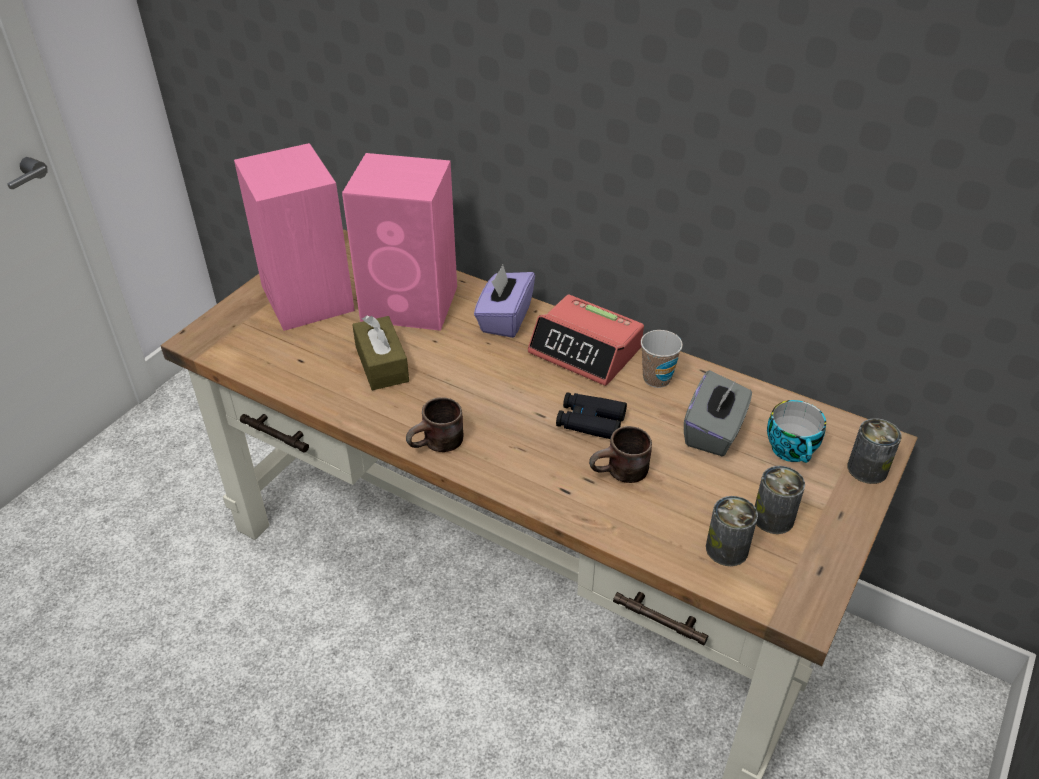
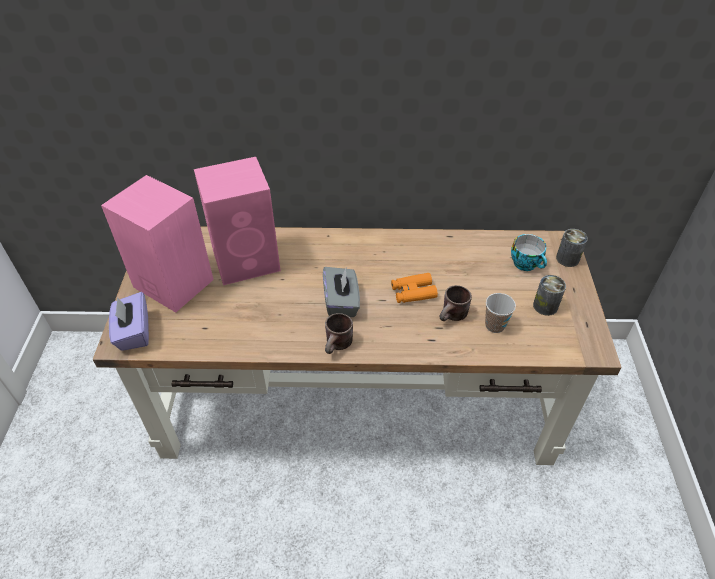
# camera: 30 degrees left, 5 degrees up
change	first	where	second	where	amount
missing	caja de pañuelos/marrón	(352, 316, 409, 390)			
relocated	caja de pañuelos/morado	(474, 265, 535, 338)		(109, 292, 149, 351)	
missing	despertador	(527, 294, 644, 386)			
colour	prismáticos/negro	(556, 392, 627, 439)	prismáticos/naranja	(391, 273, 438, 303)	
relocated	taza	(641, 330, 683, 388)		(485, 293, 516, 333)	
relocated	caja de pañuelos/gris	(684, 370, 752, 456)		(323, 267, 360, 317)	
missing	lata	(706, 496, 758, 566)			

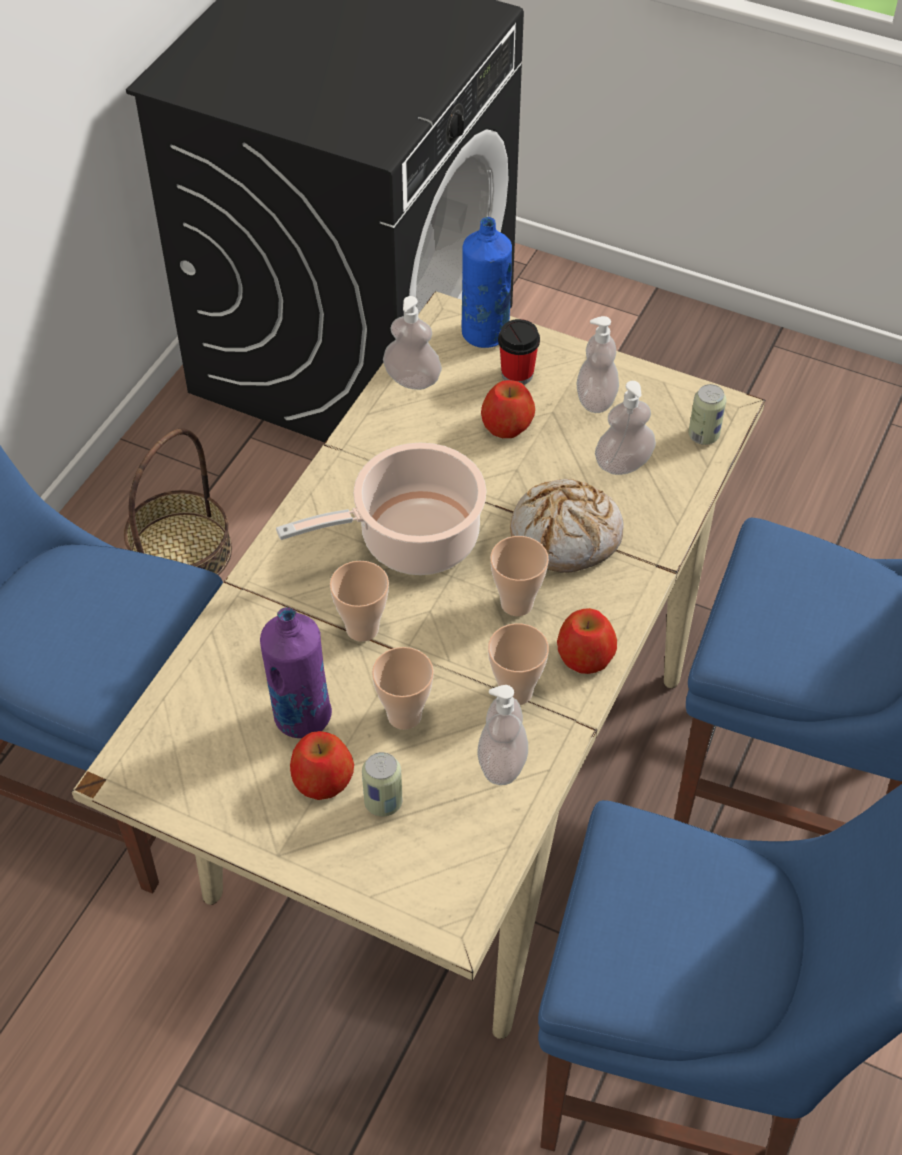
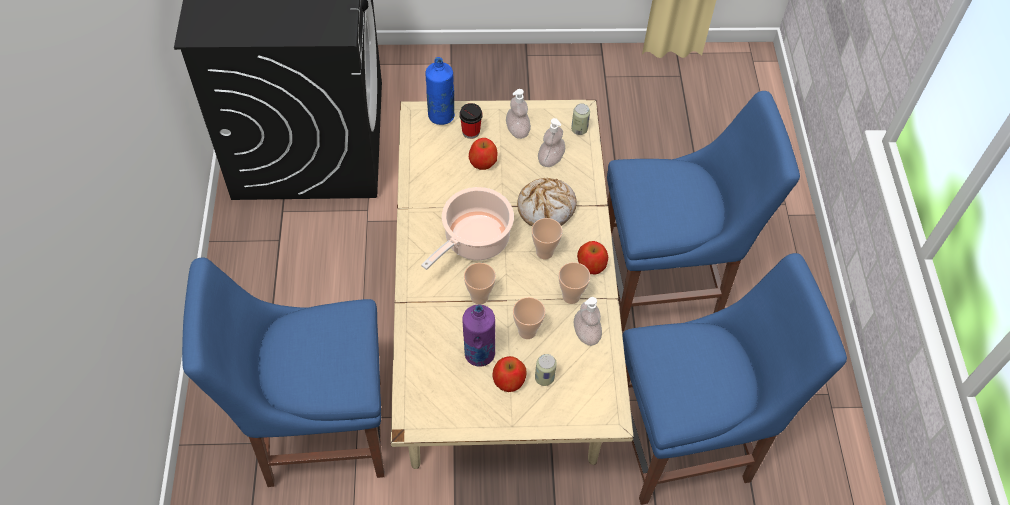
# camera: 30 degrees left, 5 degrees up
change	first	where	second	where	amount
missing	cesta	(124, 428, 232, 575)			
missing	dispensador de jabón	(383, 296, 442, 390)			

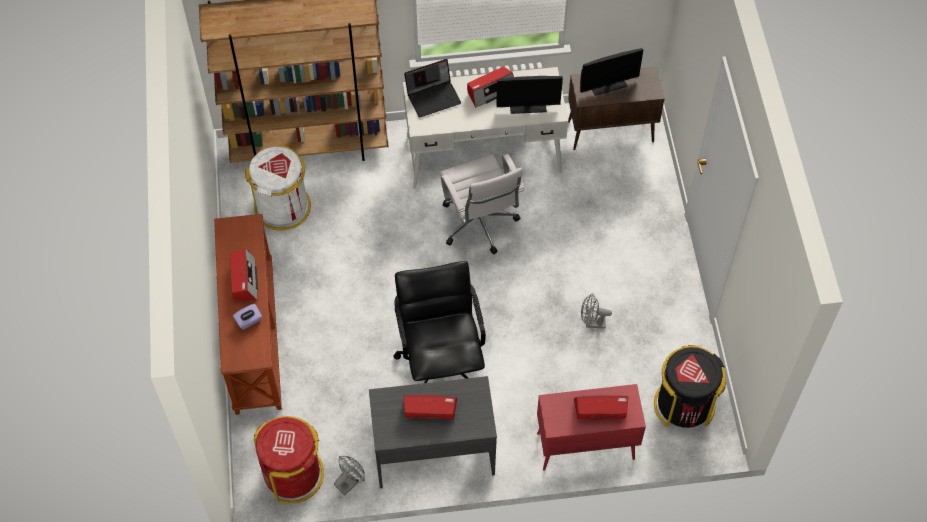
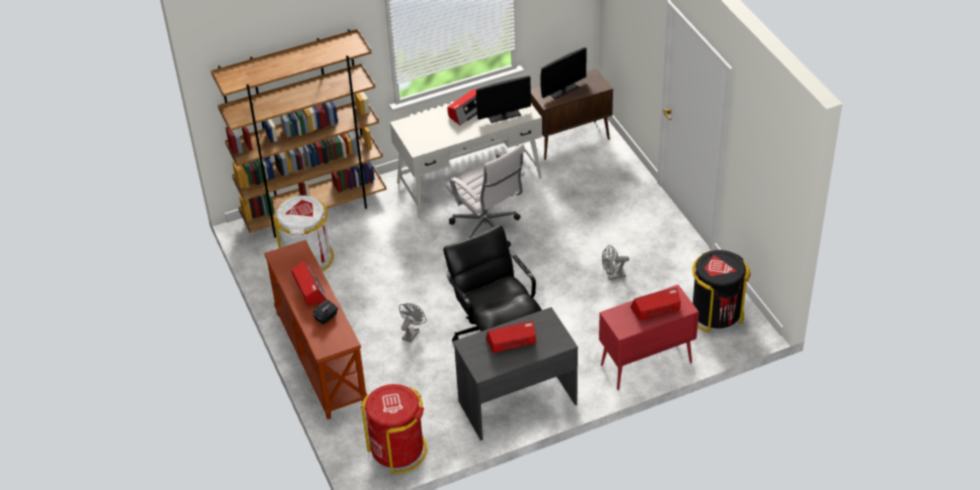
# camera: 15 degrees left, 15 degrees down
change	first	where	second	where	amount
colour	caja de pañuelos/morado	(233, 304, 262, 330)	caja de pañuelos/negro	(312, 300, 338, 325)	
relocated	ventilador/gris	(334, 456, 365, 495)		(399, 303, 426, 343)	
missing	portátil	(404, 59, 461, 118)			

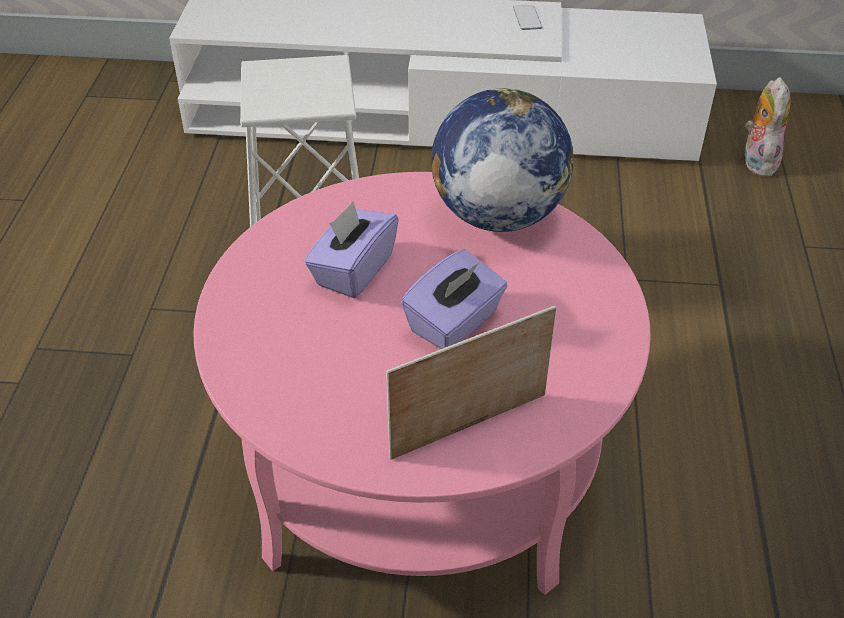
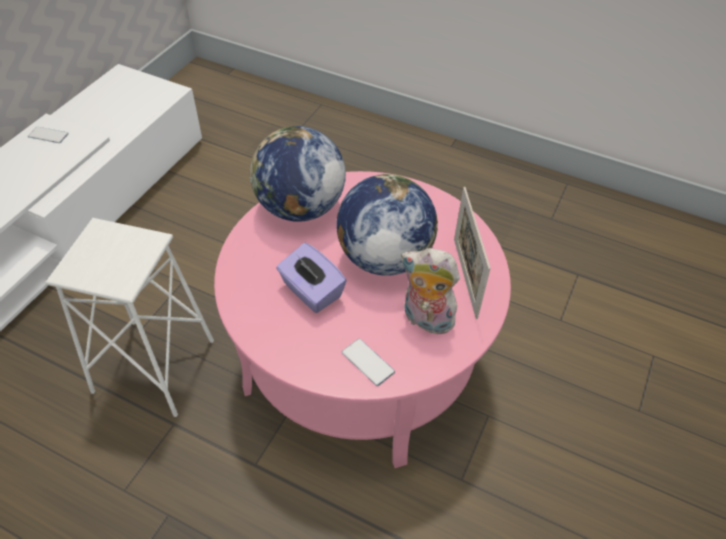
# camera: 70 degrees left, 5 degrees up
change	first	where	second	where	amount
exchanged	caja de pañuelos/morado	(401, 249, 507, 349)	globo terráqueo	(336, 174, 438, 276)	
relocated	peluche	(745, 77, 791, 177)		(401, 248, 460, 334)	
appeared			móvil	(342, 339, 395, 386)	

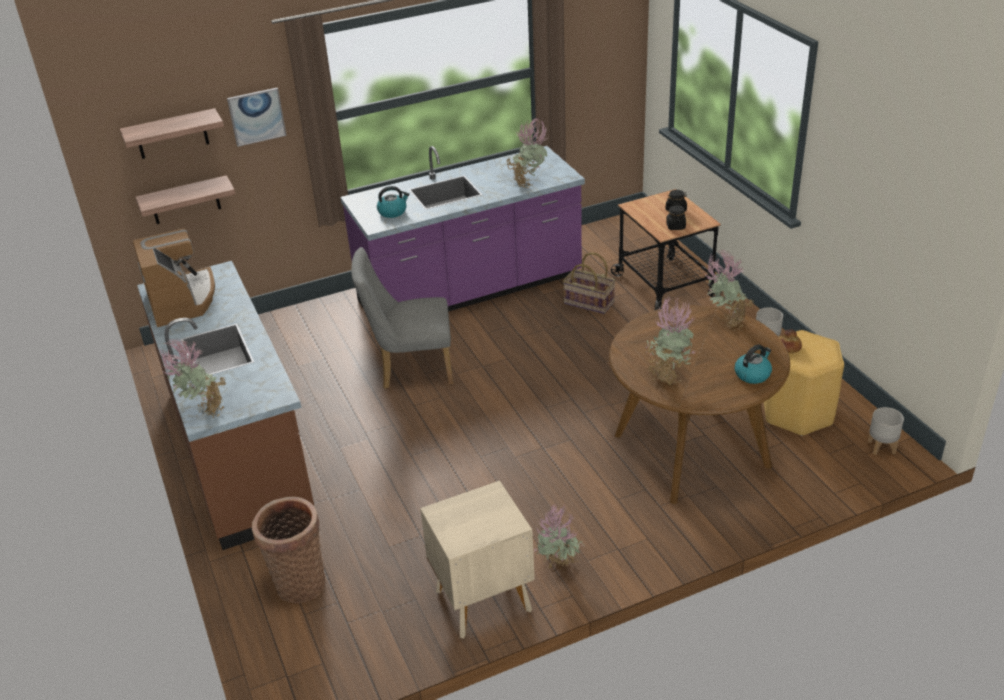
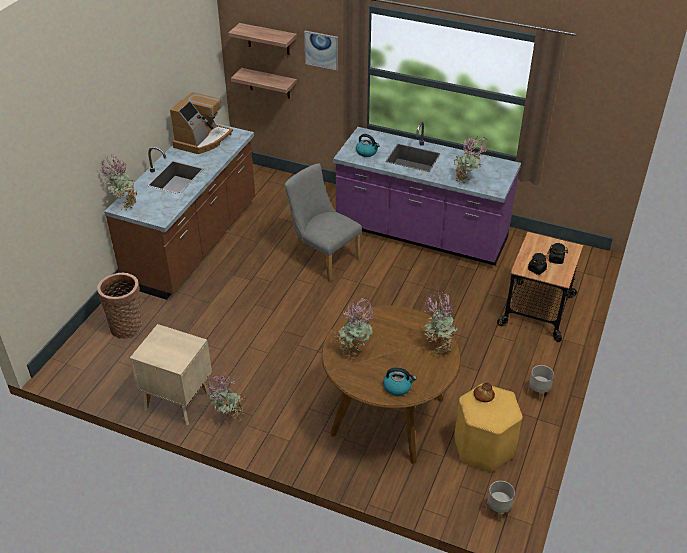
# camera: 45 degrees right, 5 degrees up
change	first	where	second	where	amount
missing	cesta	(563, 252, 616, 314)			

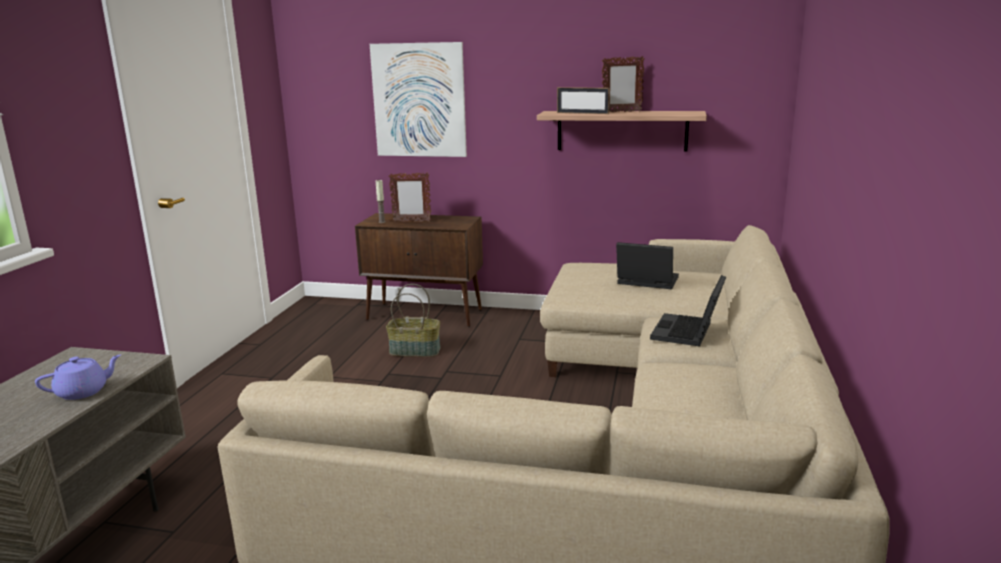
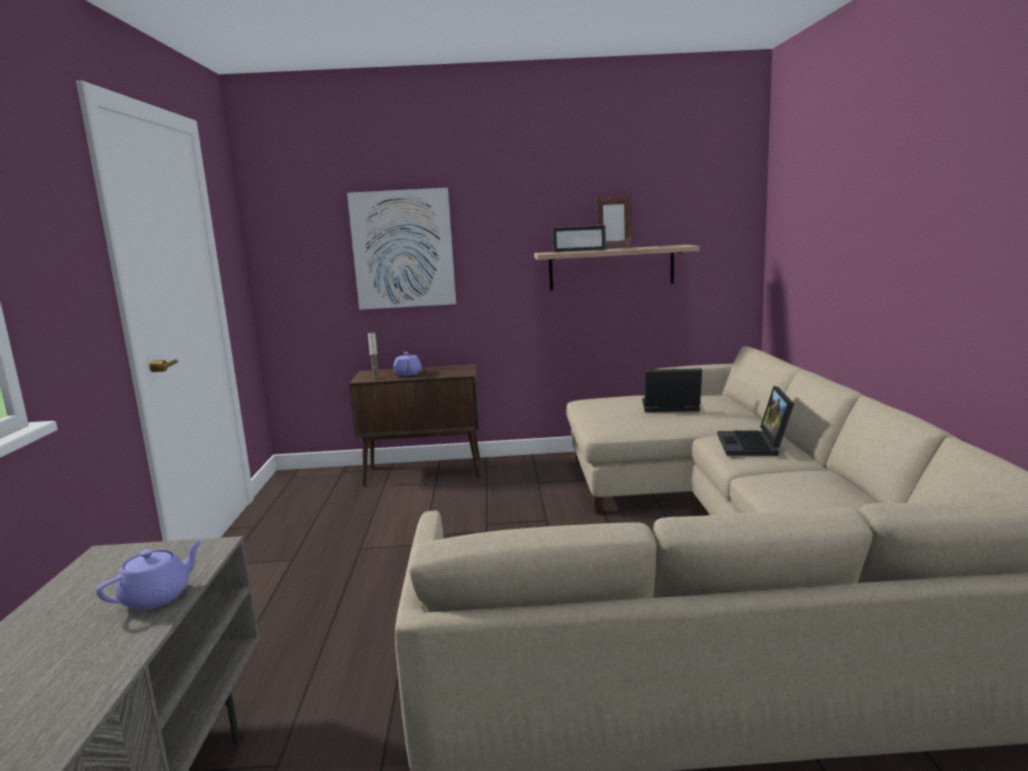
# camera: 15 degrees left, 5 degrees down
change	first	where	second	where	amount
missing	cesta	(386, 284, 441, 357)			
exchanged	portarretratos	(389, 173, 432, 222)	tetera/morado	(393, 352, 422, 376)	

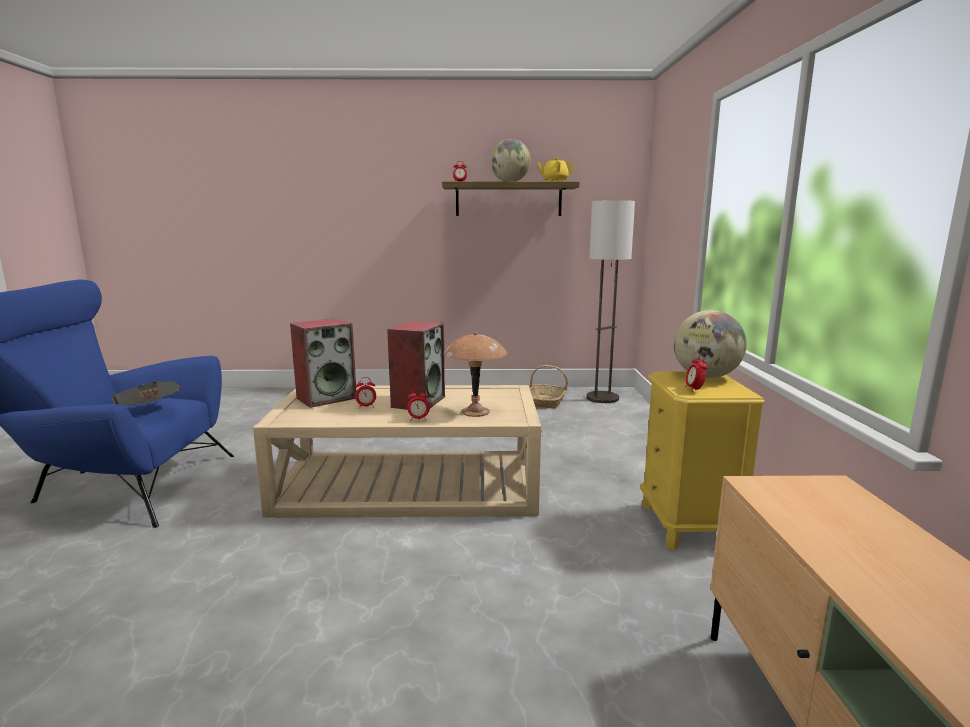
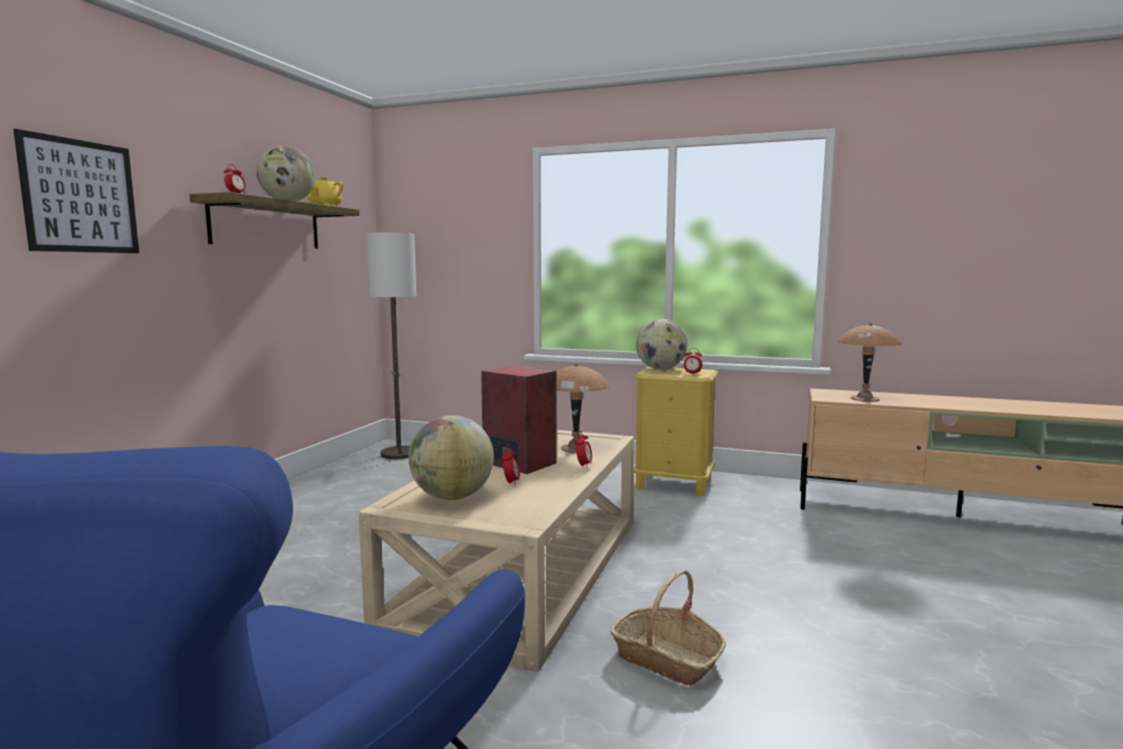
# camera: 70 degrees left, 5 degrees down
change	first	where	second	where	amount
missing	periódico	(110, 381, 181, 406)			
exchanged	altavoz	(290, 318, 356, 408)	globo terráqueo	(409, 415, 494, 500)	
relocated	cesta	(530, 365, 568, 409)		(610, 569, 726, 686)	
appeared			cuadro	(13, 129, 139, 253)	
appeared			lámpara de mesa/marrón	(837, 322, 902, 402)	

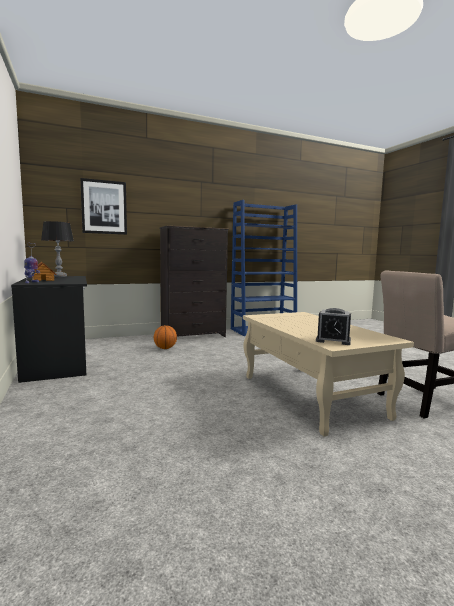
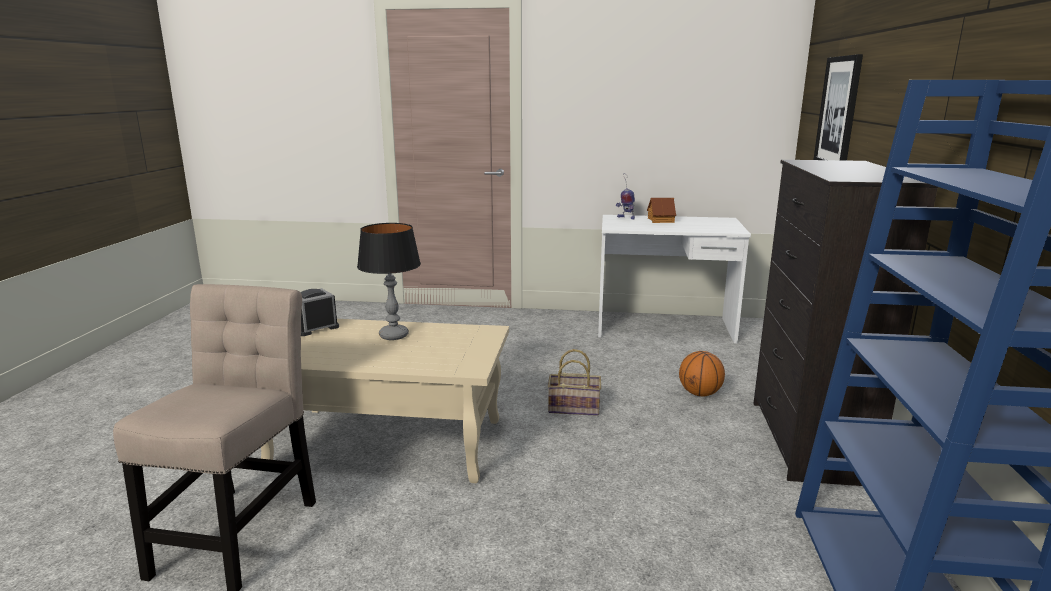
# camera: 120 degrees right, 10 degrees up
change	first	where	second	where	amount
colour	escritorio/negro	(11, 276, 87, 383)	escritorio/blanco	(598, 215, 751, 343)	
relocated	lámpara de mesa	(41, 221, 74, 277)		(357, 223, 421, 340)	
appeared			cesta	(548, 349, 601, 416)	

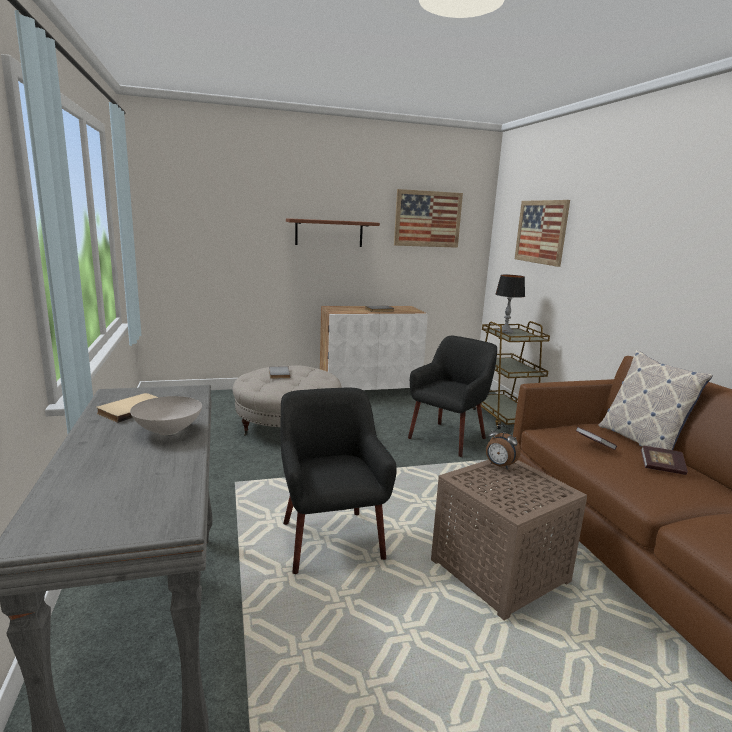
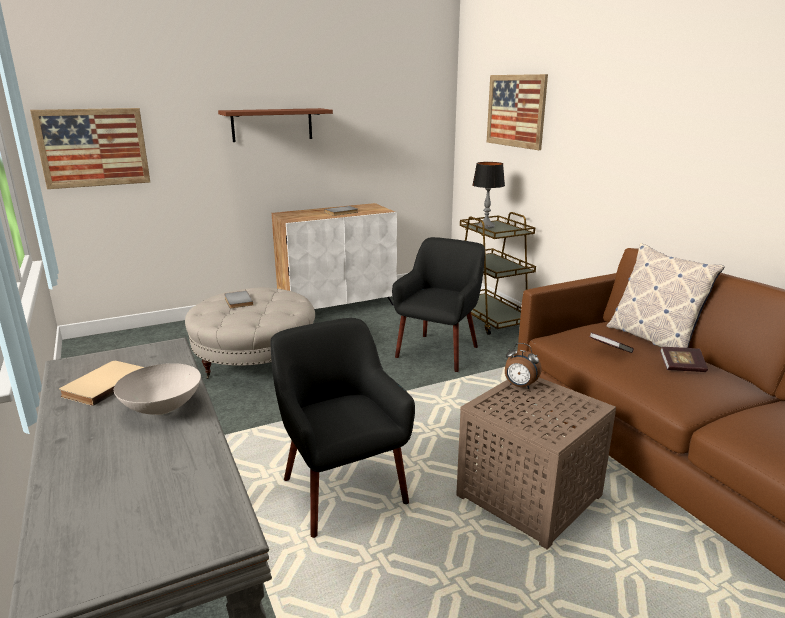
# camera: 10 degrees left, 5 degrees up
change	first	where	second	where	amount
relocated	cuadro	(394, 189, 463, 248)		(30, 108, 151, 189)	

